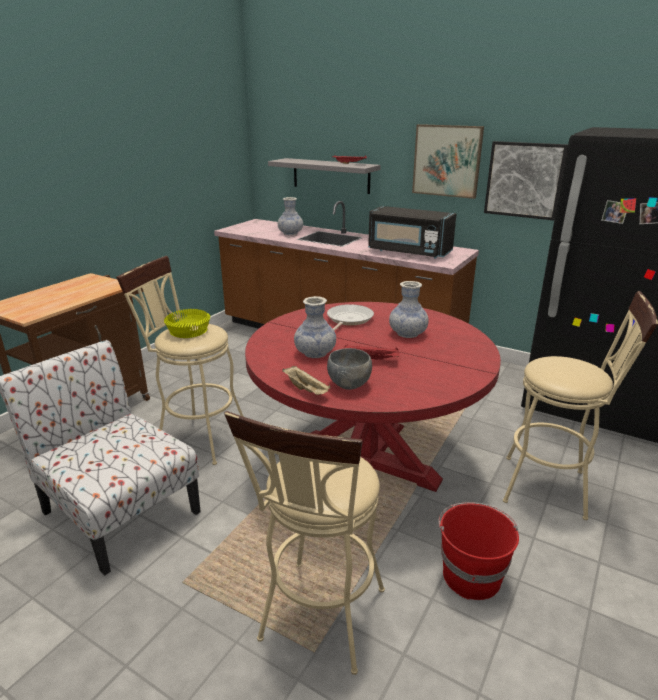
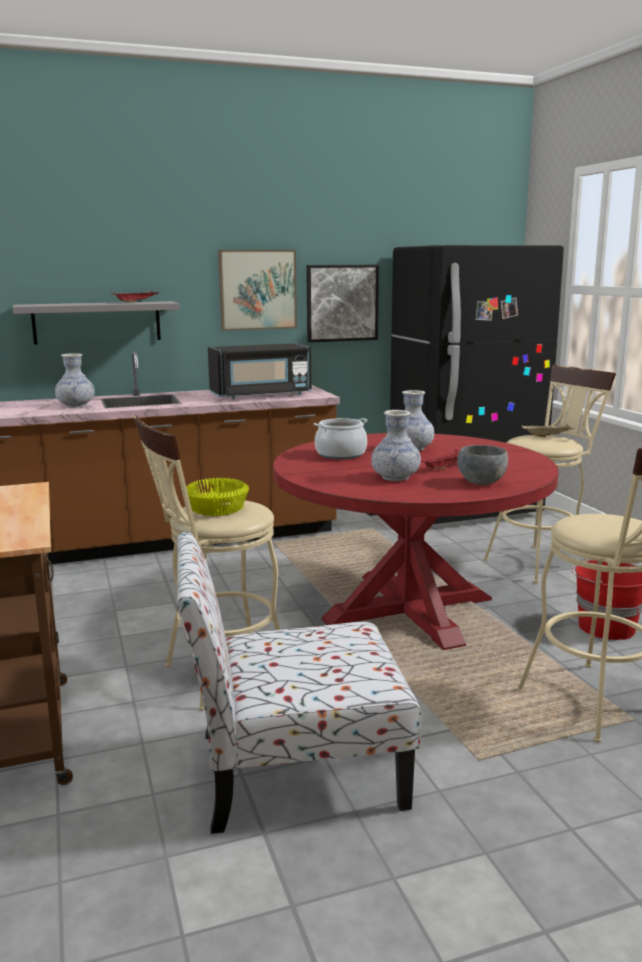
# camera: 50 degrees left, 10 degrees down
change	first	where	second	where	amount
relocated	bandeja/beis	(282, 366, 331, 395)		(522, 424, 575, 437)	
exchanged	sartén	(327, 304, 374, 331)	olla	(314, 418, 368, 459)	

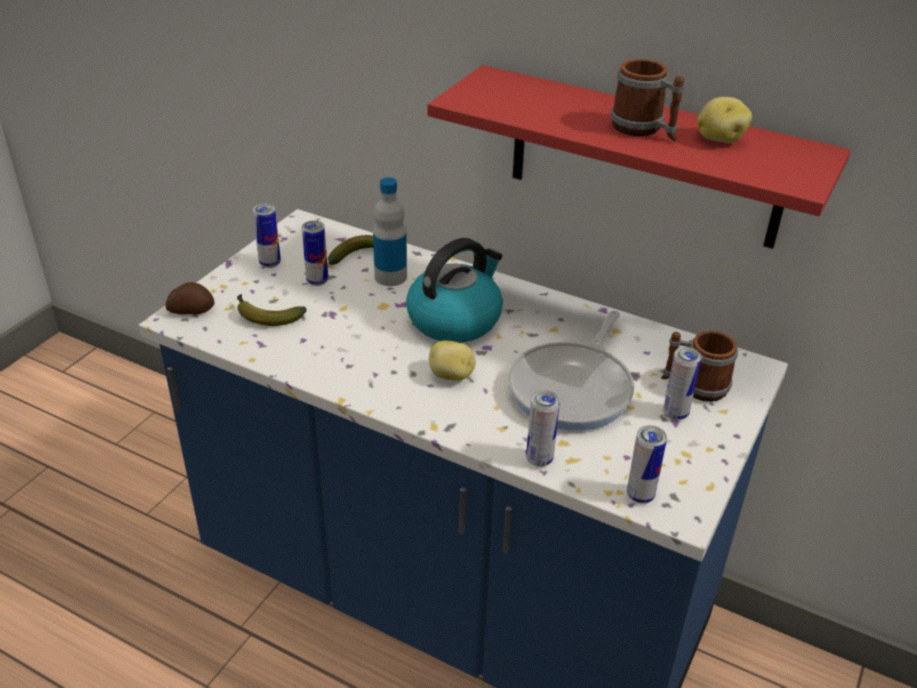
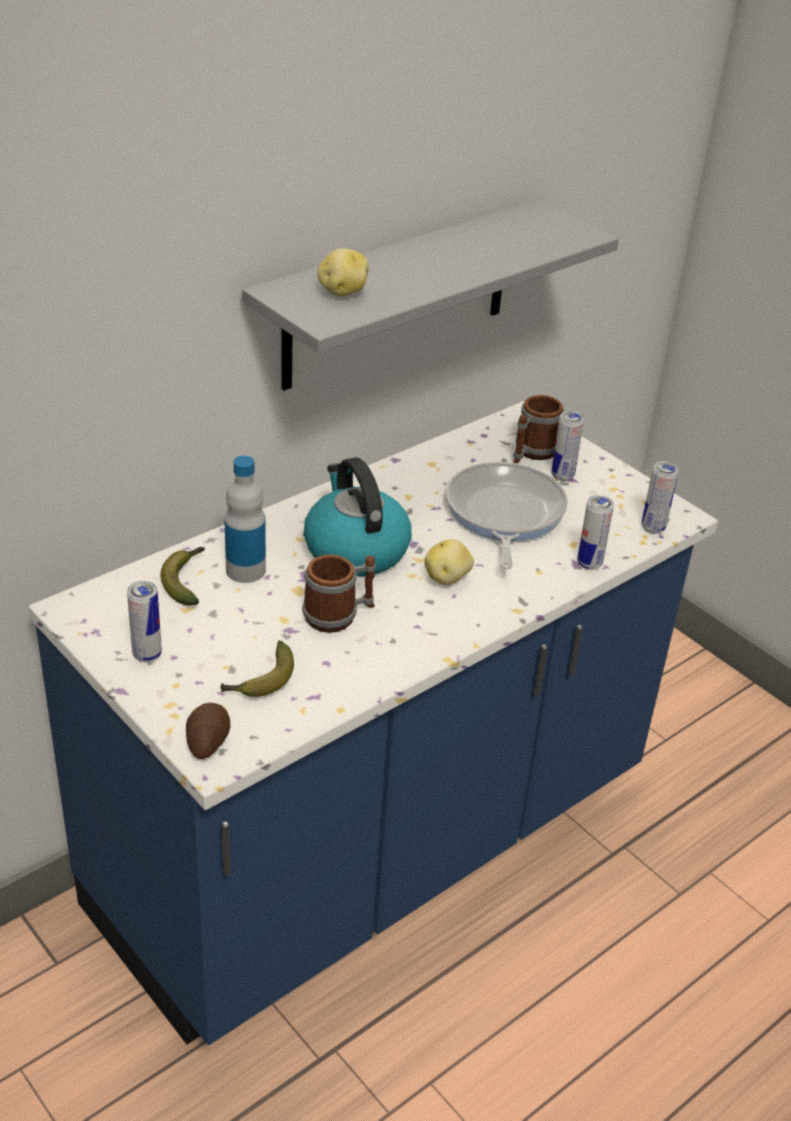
# camera: 70 degrees left, 0 degrees up
change	first	where	second	where	amount
missing	lata	(302, 220, 328, 286)			
colour	estante/rojo	(428, 65, 851, 249)	estante/gris	(242, 200, 619, 391)	
spun	sartén	(508, 310, 634, 431)		(446, 462, 568, 569)	135 degrees counterclockwise
relocated	taza grande	(611, 59, 684, 141)		(302, 554, 376, 633)	
relocated	patata	(697, 97, 752, 143)		(317, 249, 369, 297)	

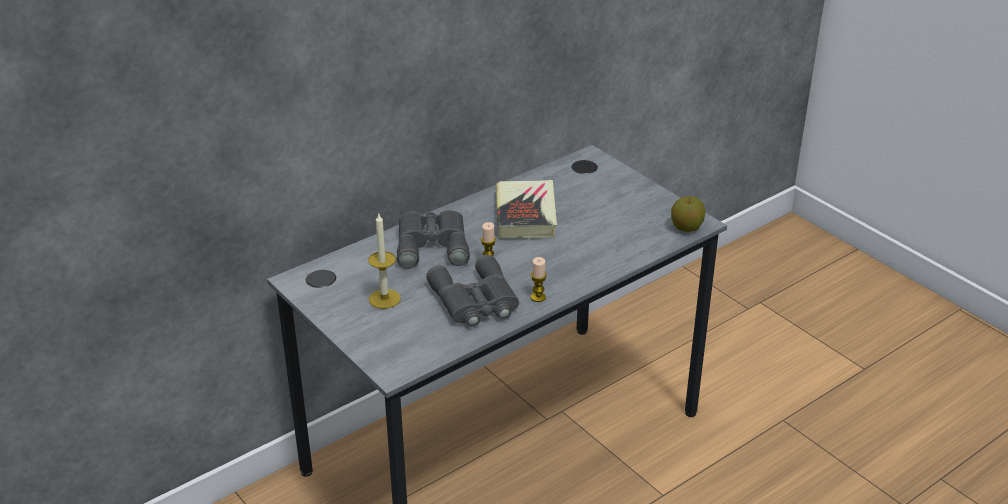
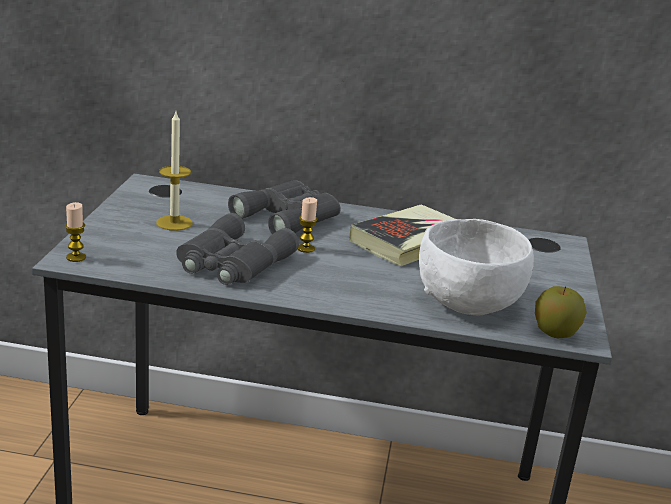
# camera: 45 degrees right, 10 degrees down
change	first	where	second	where	amount
relocated	vela	(531, 257, 547, 302)		(65, 202, 86, 262)	
appeared			cuenco/blanco	(419, 219, 534, 316)	

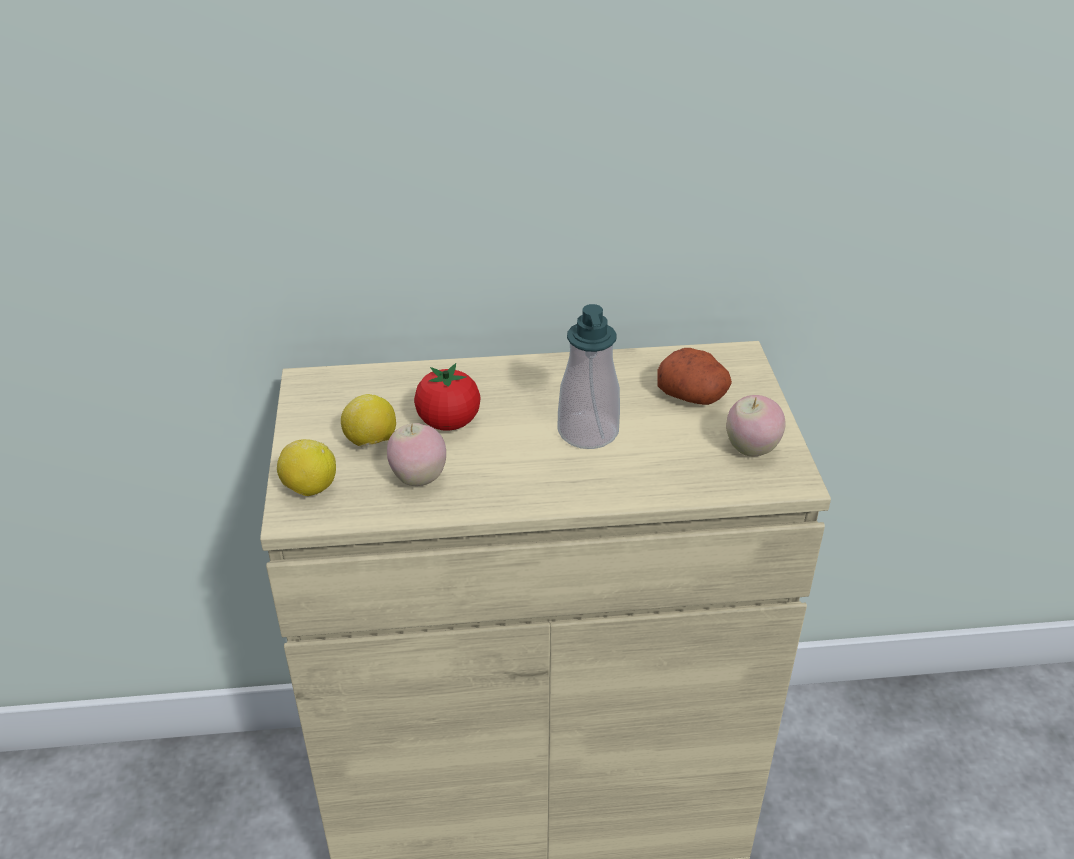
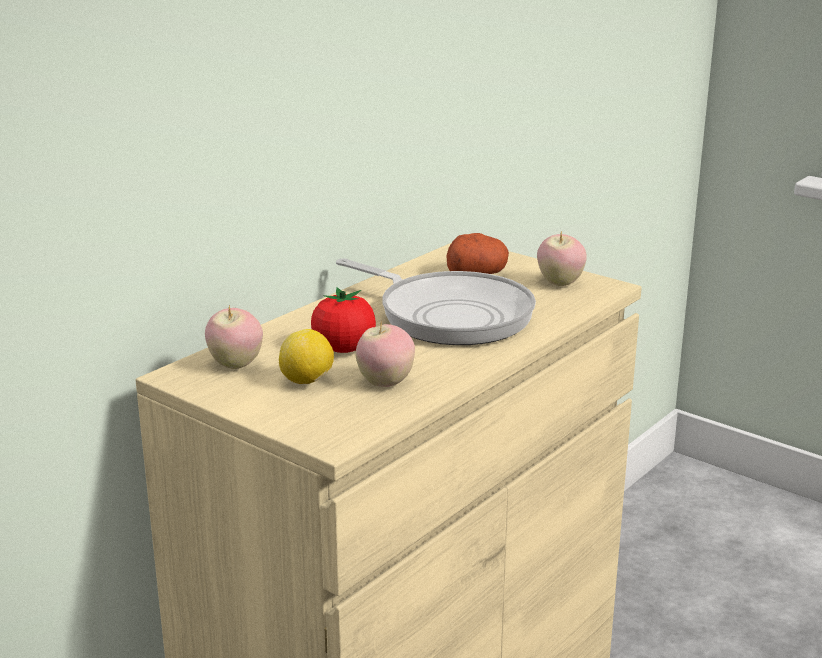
# camera: 45 degrees left, 15 degrees down
change	first	where	second	where	amount
missing	limón	(277, 439, 336, 496)			
exchanged	dispensador de jabón	(558, 304, 620, 449)	sartén	(336, 258, 536, 345)	
appeared			manzana	(205, 305, 263, 369)	

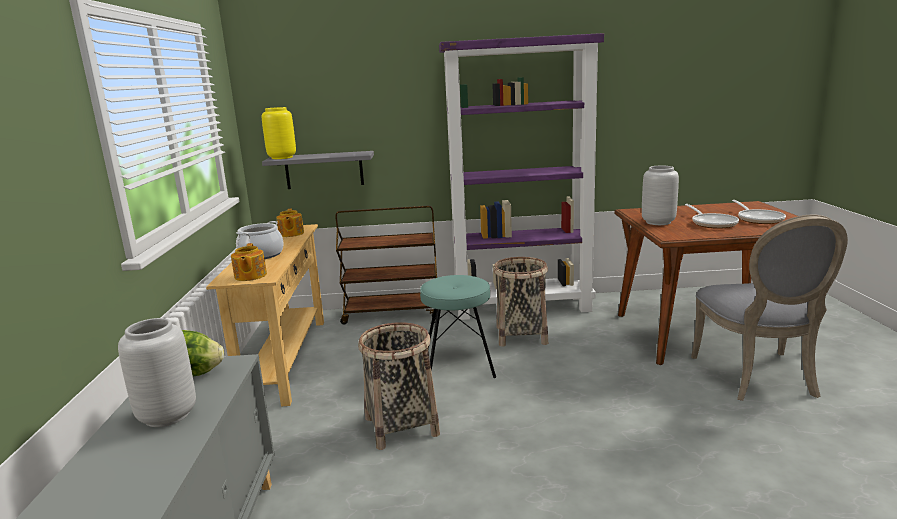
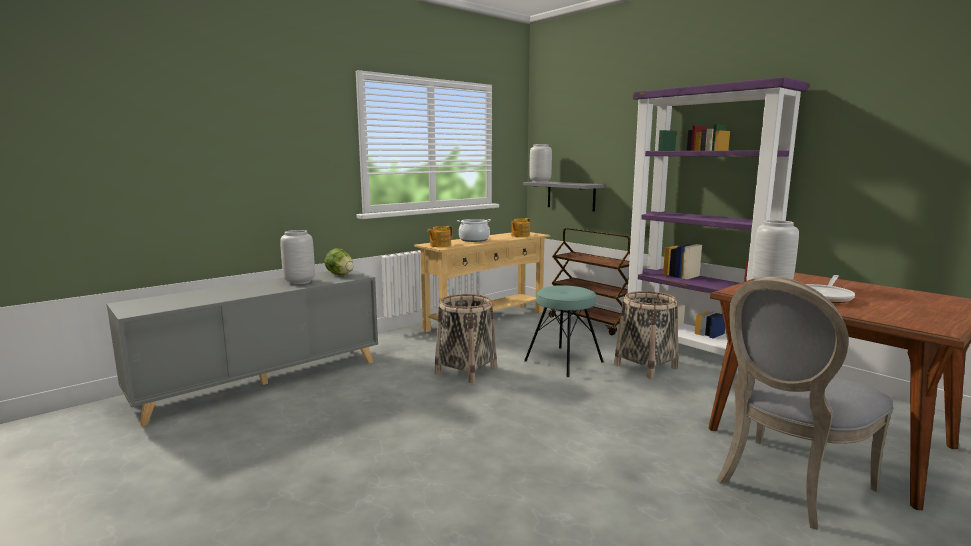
# camera: 50 degrees right, 5 degrees down
change	first	where	second	where	amount
colour	florero/amarillo	(262, 107, 296, 159)	florero/gris	(530, 144, 552, 182)	
missing	sartén	(732, 200, 786, 224)			

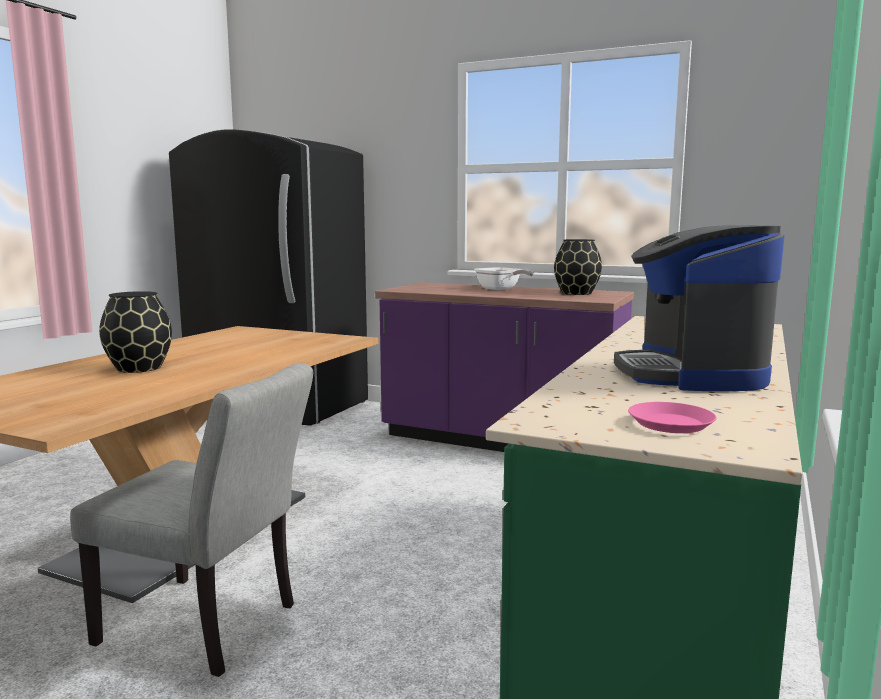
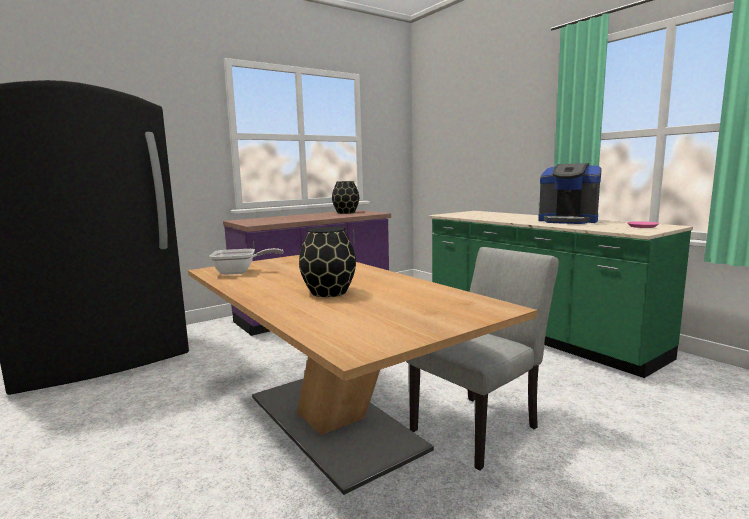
# camera: 60 degrees left, 0 degrees up
change	first	where	second	where	amount
relocated	sartén	(474, 267, 534, 290)		(210, 248, 284, 275)	

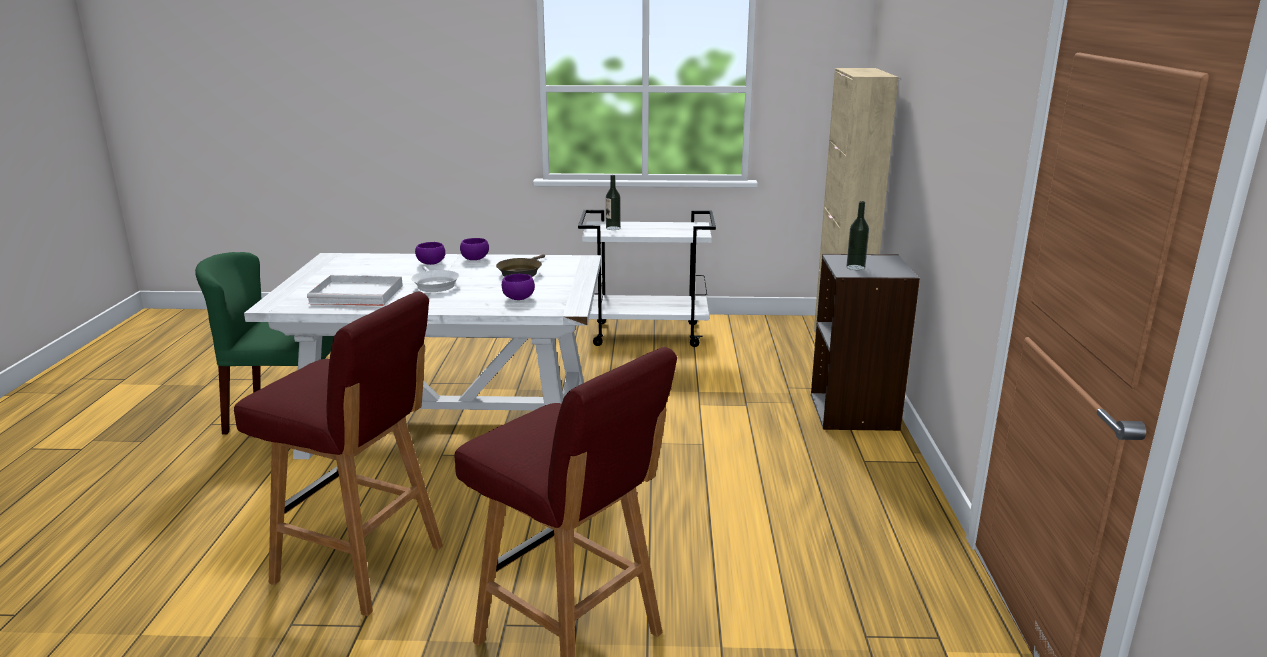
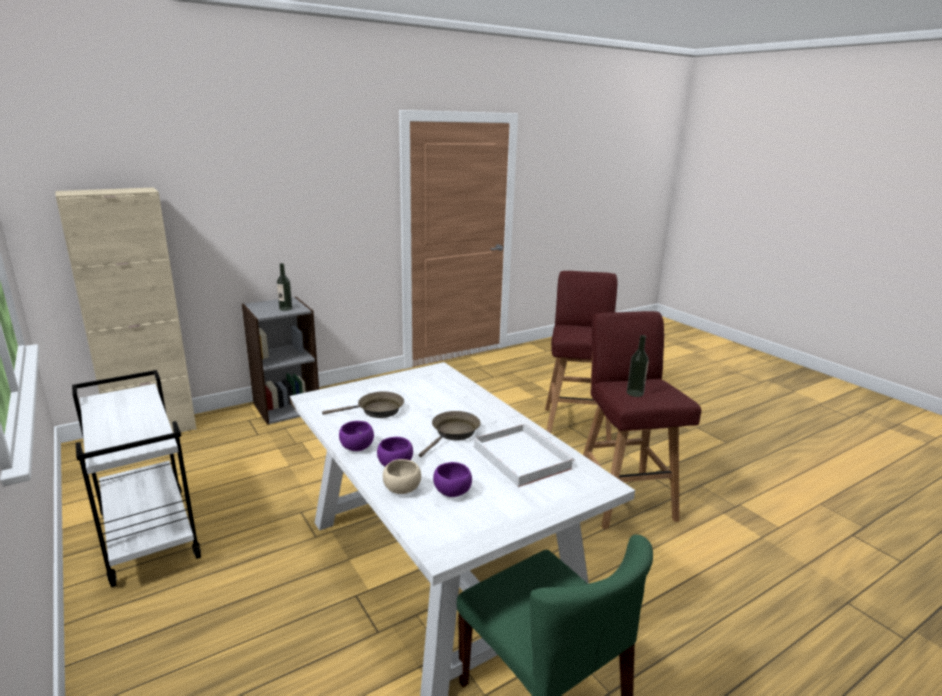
# camera: 125 degrees left, 0 degrees up
change	first	where	second	where	amount
colour	sartén/blanco	(411, 266, 459, 292)	sartén/marrón	(419, 411, 480, 457)	
relocated	cuenco/morado	(502, 274, 535, 300)		(433, 462, 472, 497)	
relocated	botella	(606, 175, 621, 230)		(627, 335, 649, 397)	
appeared			cuenco/beis	(383, 459, 421, 494)	

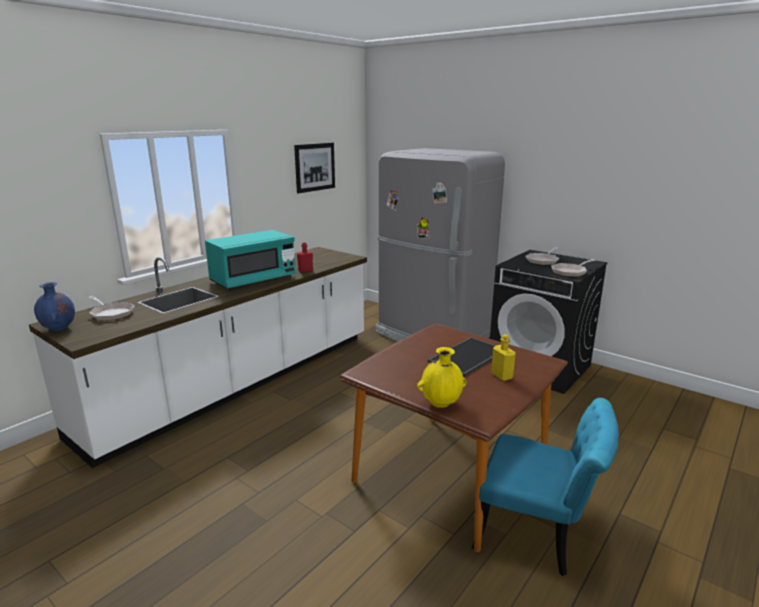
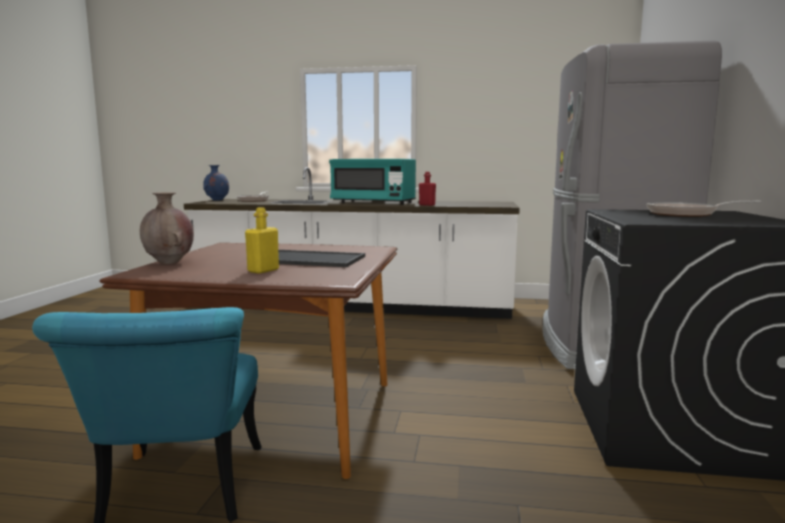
# camera: 60 degrees right, 10 degrees down
change	first	where	second	where	amount
missing	cuadro	(294, 143, 335, 193)			
colour	florero/amarillo	(417, 347, 467, 408)	florero/marrón	(140, 192, 194, 264)	
missing	sartén	(551, 259, 596, 277)			

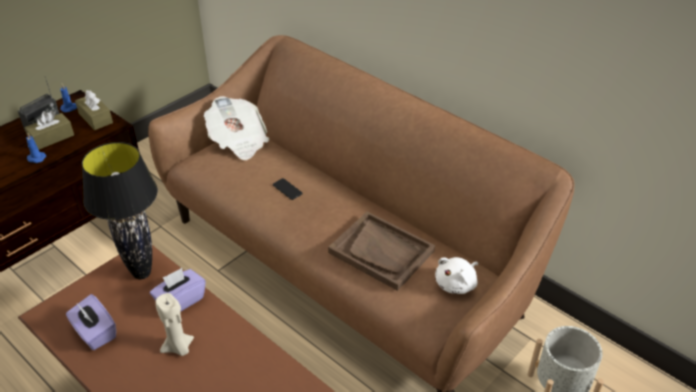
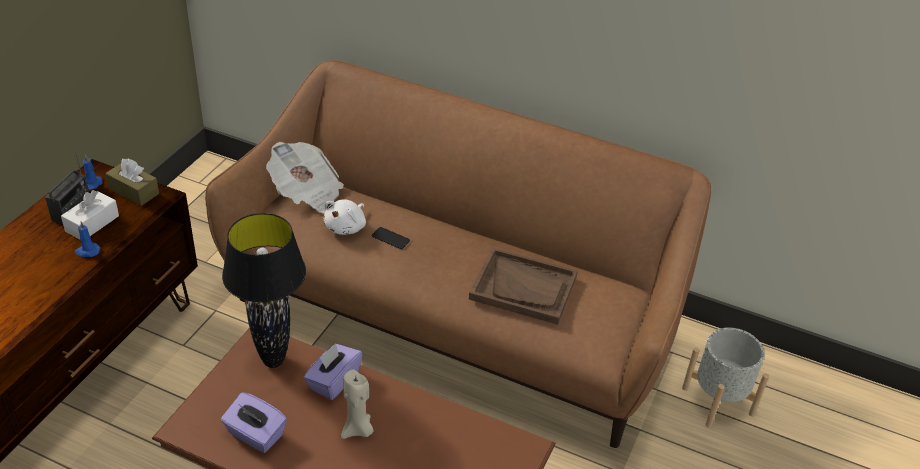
# camera: 20 degrees left, 0 degrees up
change	first	where	second	where	amount
colour	caja de pañuelos/marrón	(25, 111, 74, 150)	caja de pañuelos/blanco	(61, 190, 119, 239)	
relocated	peluche/blanco	(435, 257, 478, 294)		(324, 199, 366, 235)	

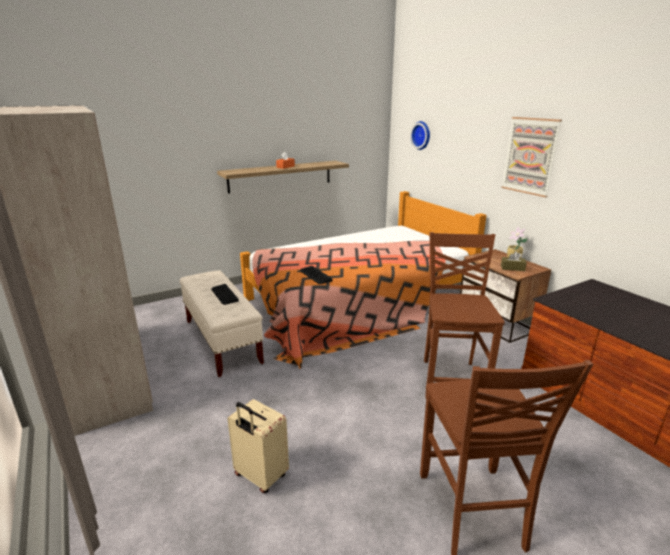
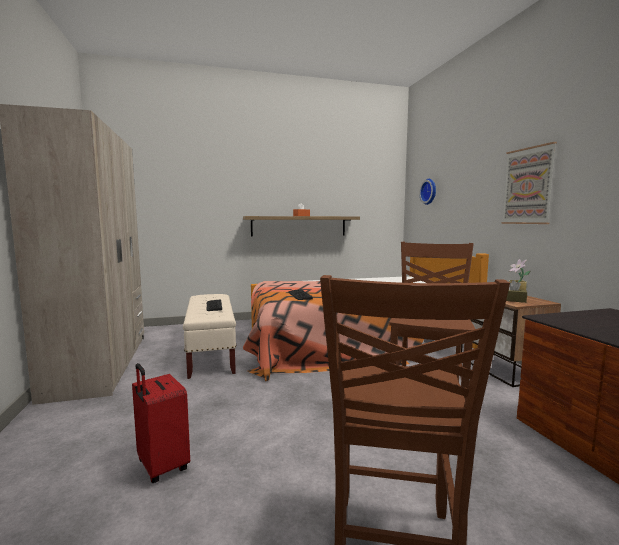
# camera: 15 degrees right, 15 degrees down
change	first	where	second	where	amount
colour	maleta/beis	(227, 399, 289, 493)	maleta/rojo	(132, 363, 190, 483)	

